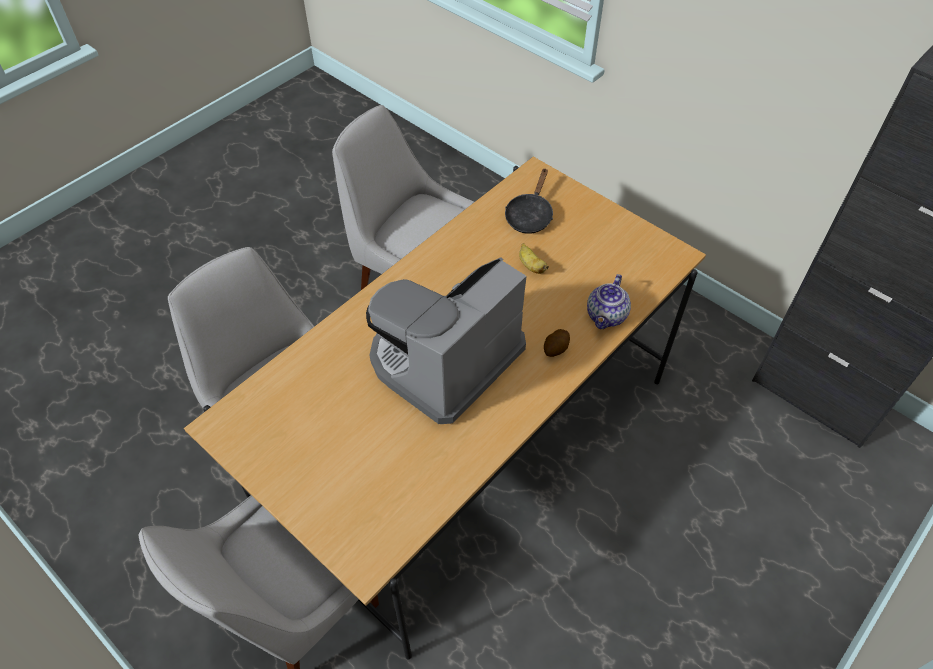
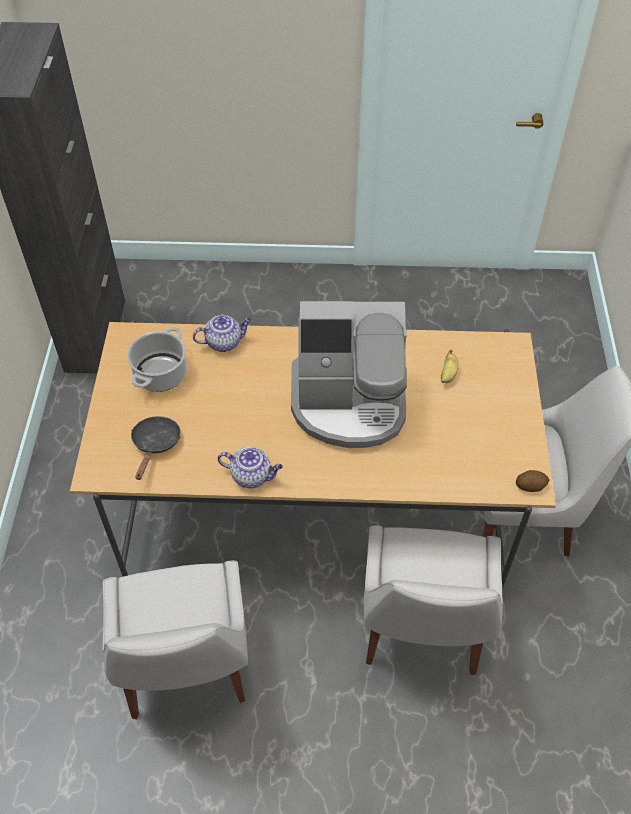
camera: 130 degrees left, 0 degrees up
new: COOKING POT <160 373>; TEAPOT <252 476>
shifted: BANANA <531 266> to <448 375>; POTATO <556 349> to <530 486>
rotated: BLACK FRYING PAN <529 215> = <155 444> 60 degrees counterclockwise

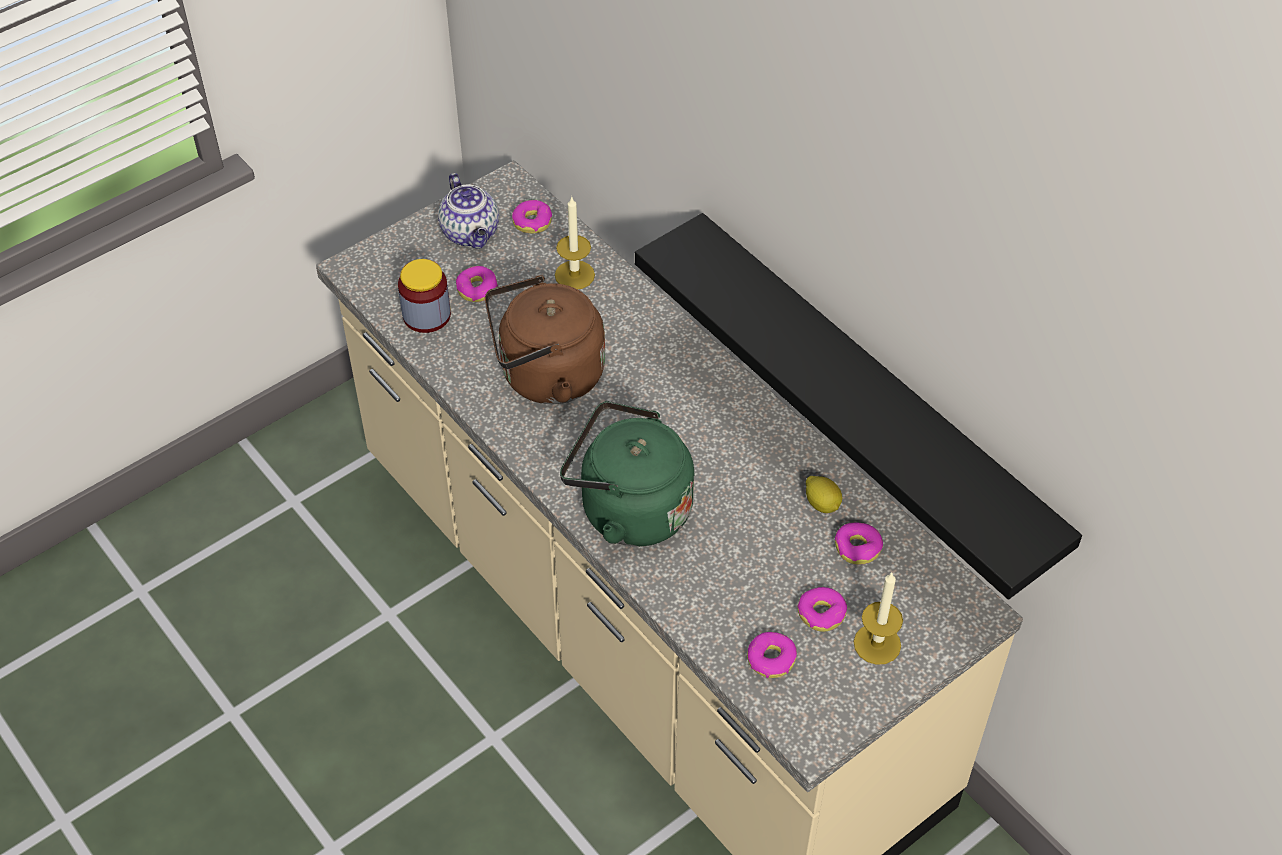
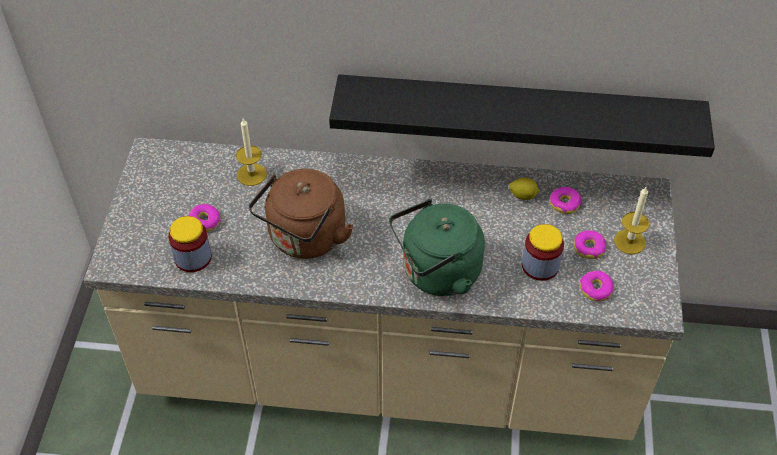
camera: 45 degrees left, 0 degrees up
gone: TEAPOT <471 233>; DONUT <532 222>
new: JAR <540 266>

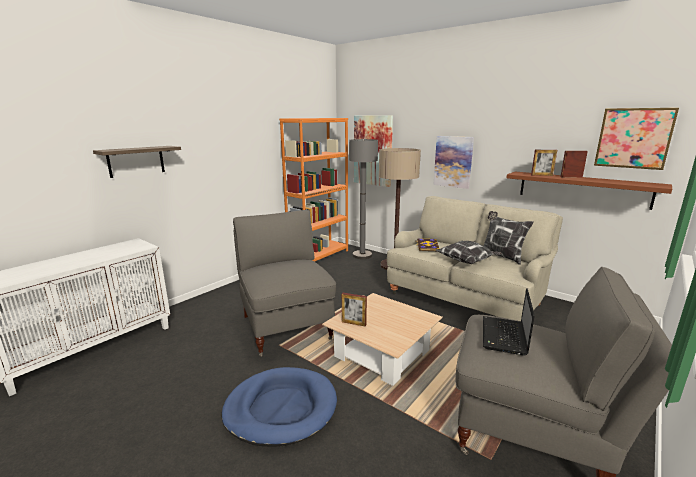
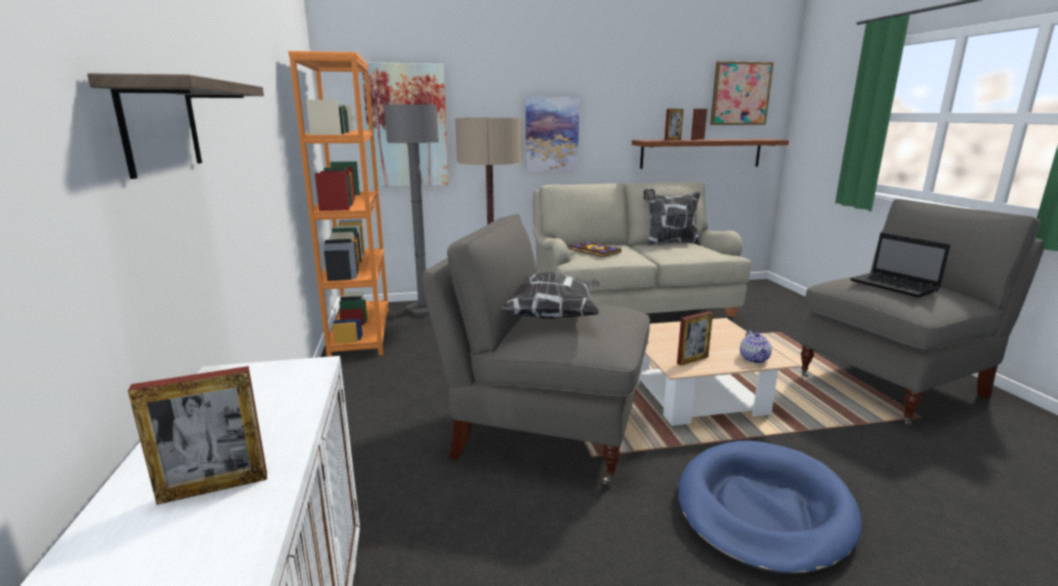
camera: 50 degrees left, 0 degrees up
new: PICTURE FRAME <214 487>; TEAPOT <754 359>
shifted: PILLOW <467 262> to <552 316>

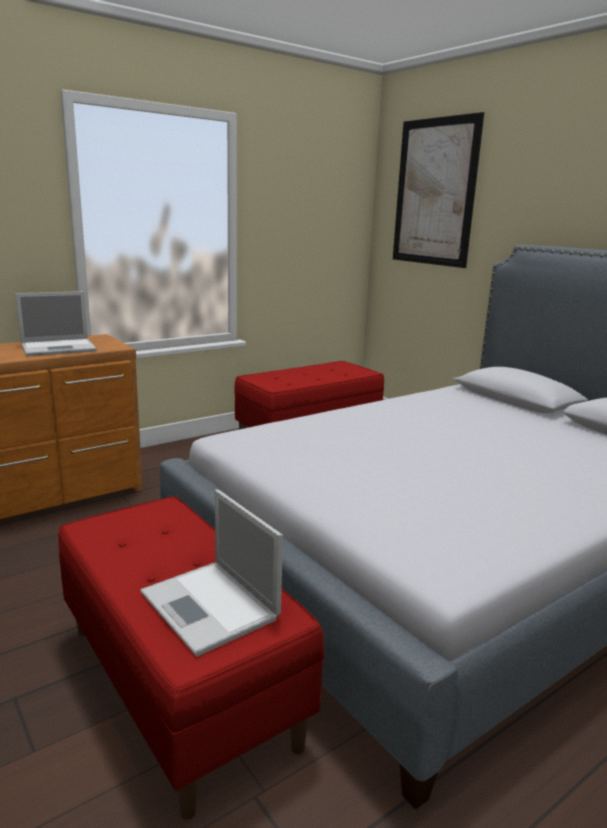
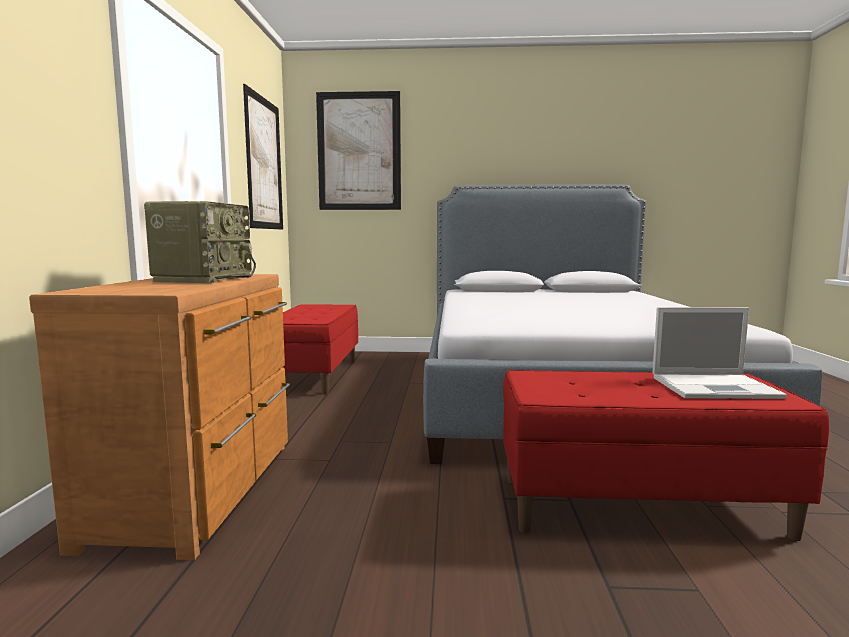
camera: 50 degrees left, 10 degrees down
new: PICTURE <264 164>
swapped: LAPTOP <60 348> to RADIO <204 279>

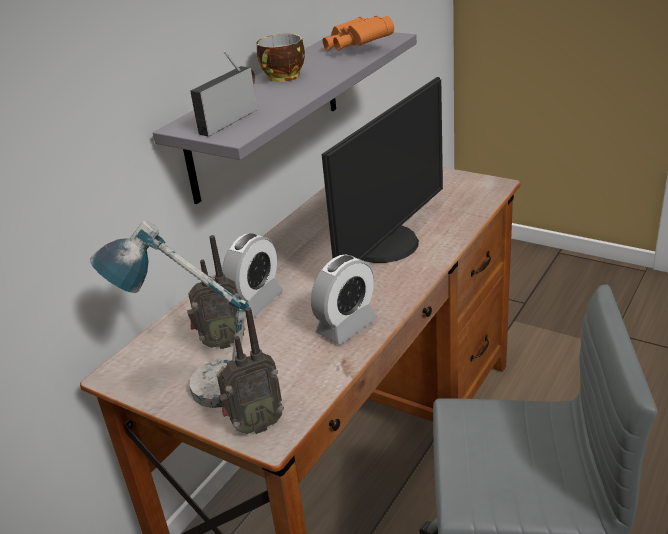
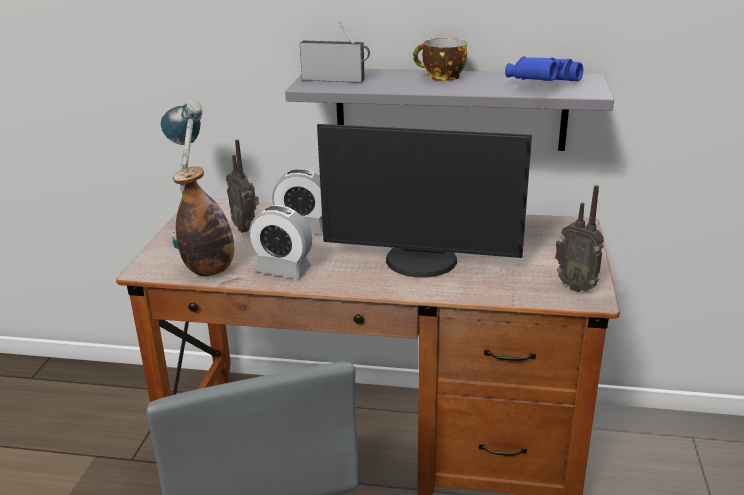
camera: 65 degrees right, 5 degrees down
new: BOTTLE <210 270>
shifted: RADIO <254 425> to <576 286>
repainted: ORANGE BINOCULARS <356 48> to BLUE BINOCULARS <541 86>

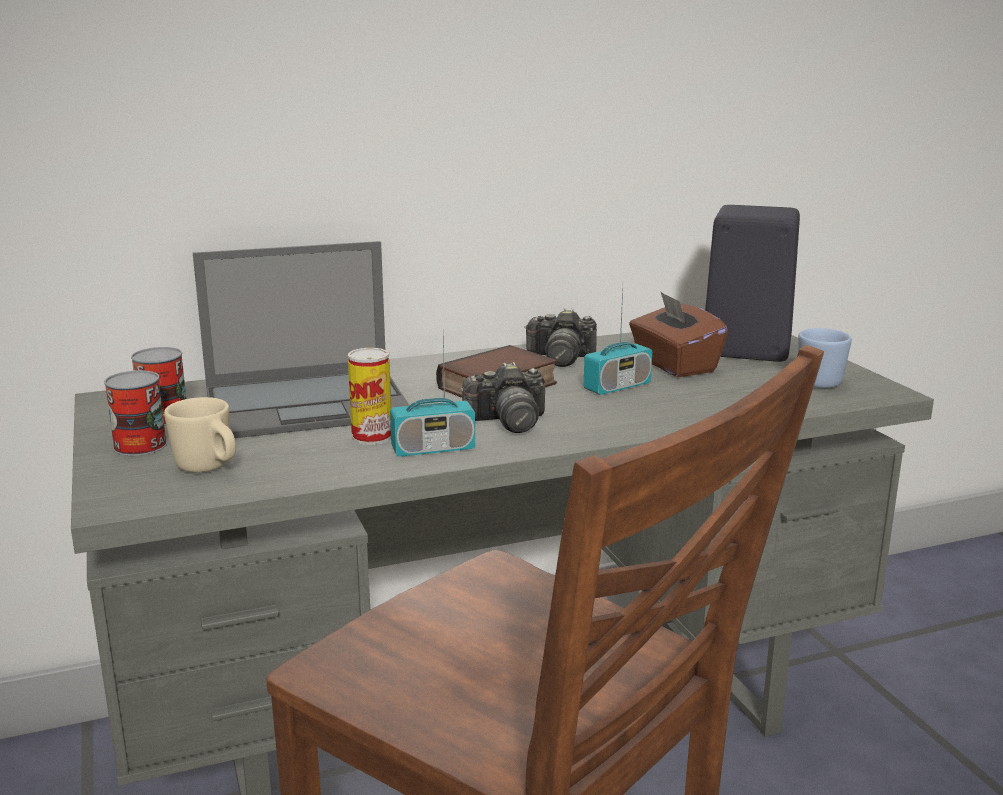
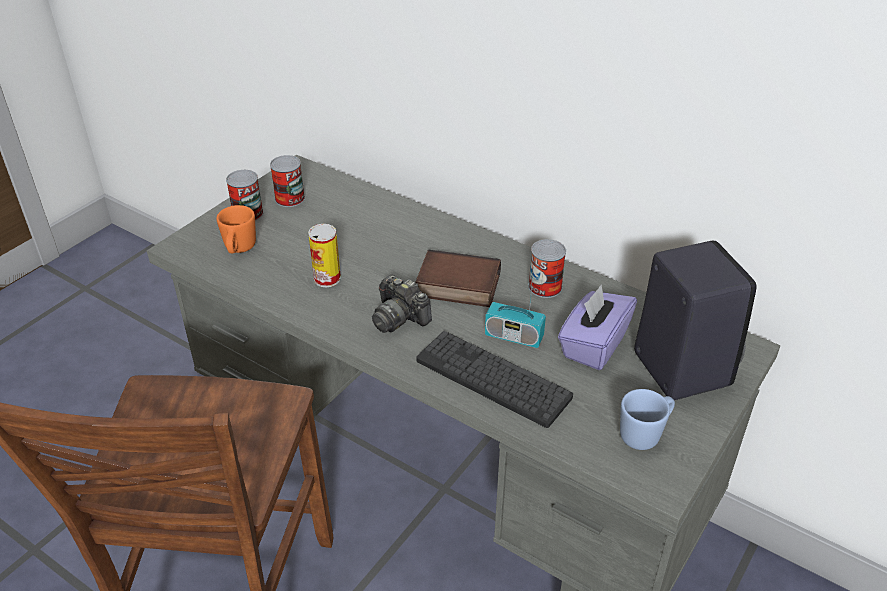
camera: 55 degrees right, 20 degrees up
gone: LAPTOP <309 404>; RADIO <433 449>
new: KEYBOARD <492 379>
swapped: PHOTO CAMERA <560 358> to CAN <545 287>
repainted: BEIGE MUG <209 468> to ORANGE MUG <239 249>; BROWN TISSUE BOX <674 365> to PURPLE TISSUE BOX <593 345>

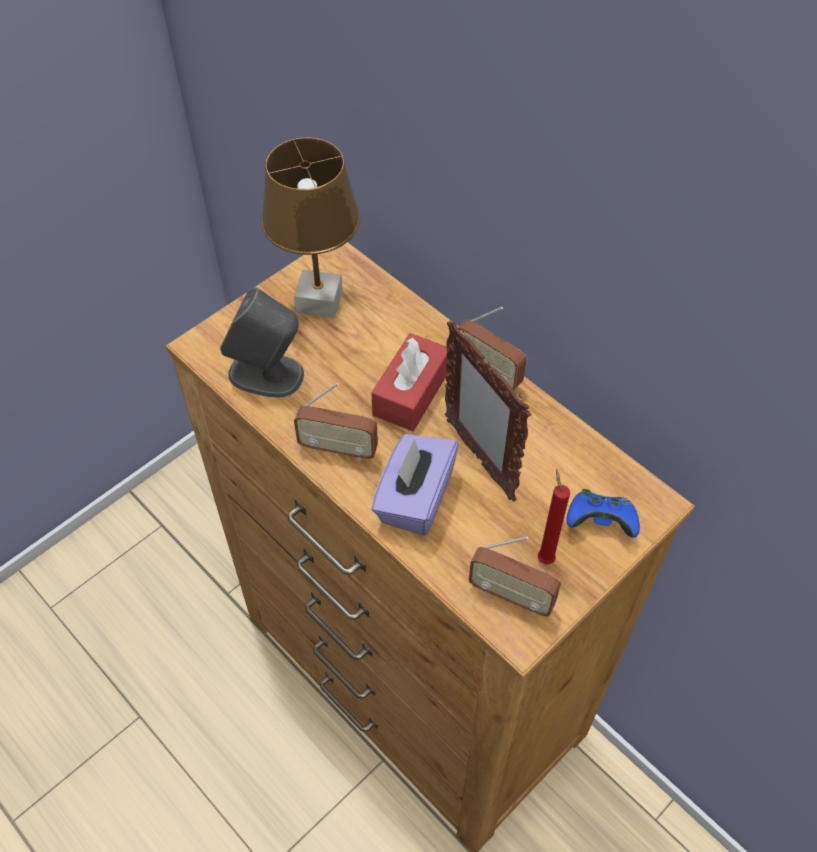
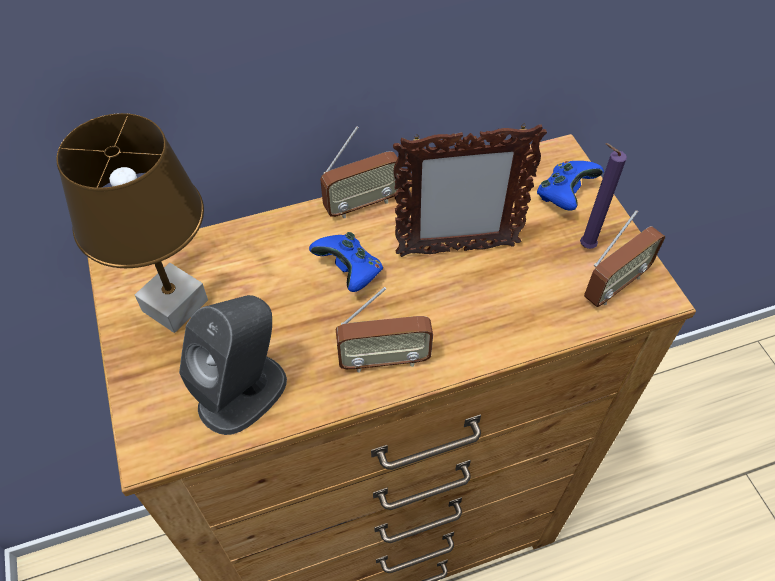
camera: 65 degrees left, 0 degrees up
gone: PURPLE TISSUE BOX <414 499>
swapped: RED TISSUE BOX <411 393> to BLUE GAME CONTROLLER <350 272>
repainted: RED CANDLE <544 557> to PURPLE CANDLE <584 246>
rotated: RADIO <338 449> = <384 360> 45 degrees clockwise

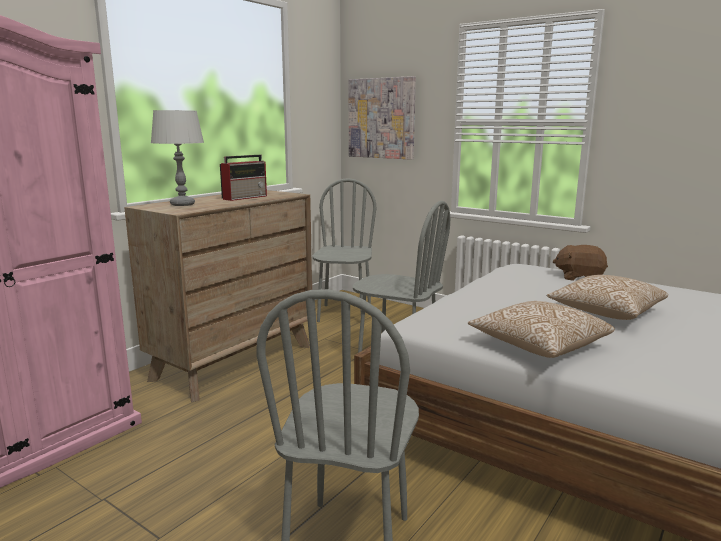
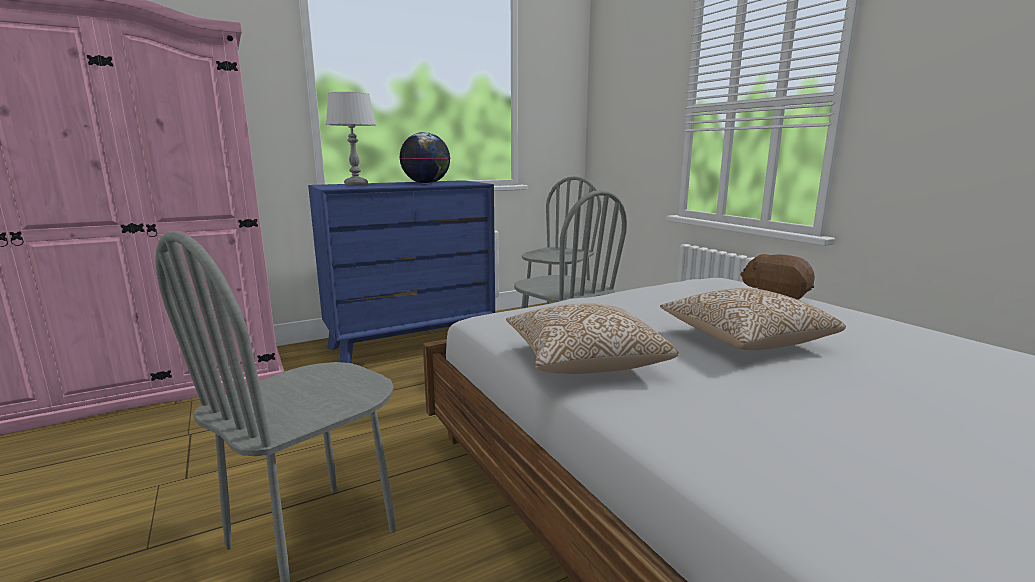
camera: 25 degrees right, 0 degrees up
gone: PICTURE <381 118>
swapped: RADIO <245 197> to GLOBE <426 183>
repainted: BROWN DRESSER <234 362> to BLUE DRESSER <411 345>

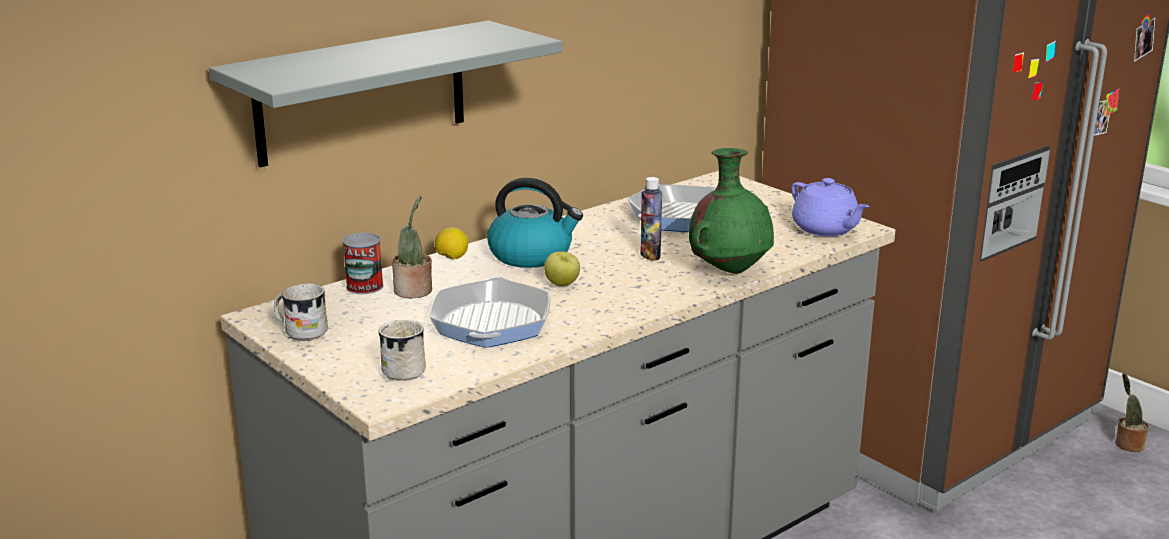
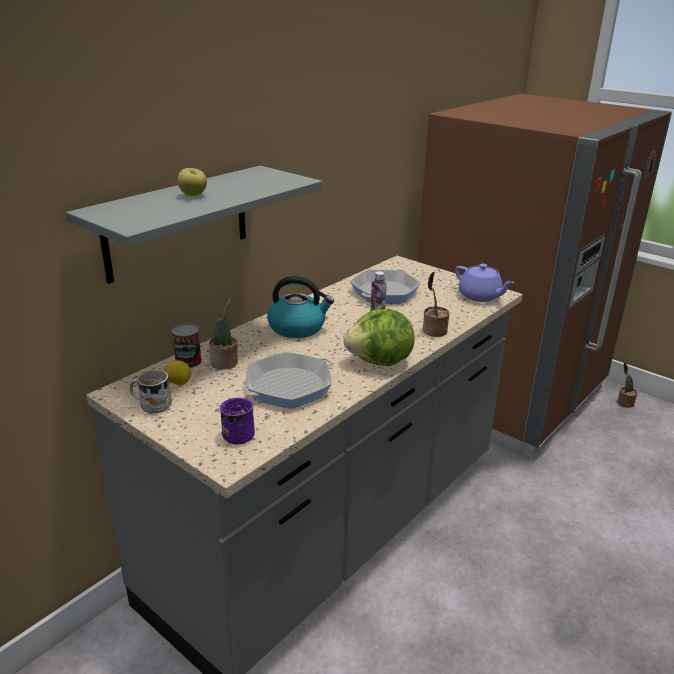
camera: 10 degrees left, 5 degrees up
new: LETTUCE <380 362>
shifted: LEMON <452 258> to <178 384>; APPLE <562 285> to <193 195>
swapped: GREEN VASE <730 270> to POTTED PLANT <433 331>
repainted: WHITE MUG <407 369> to PURPLE MUG <240 432>
rotated: FRYING PAN <491 323> = <288 386> 120 degrees counterclockwise

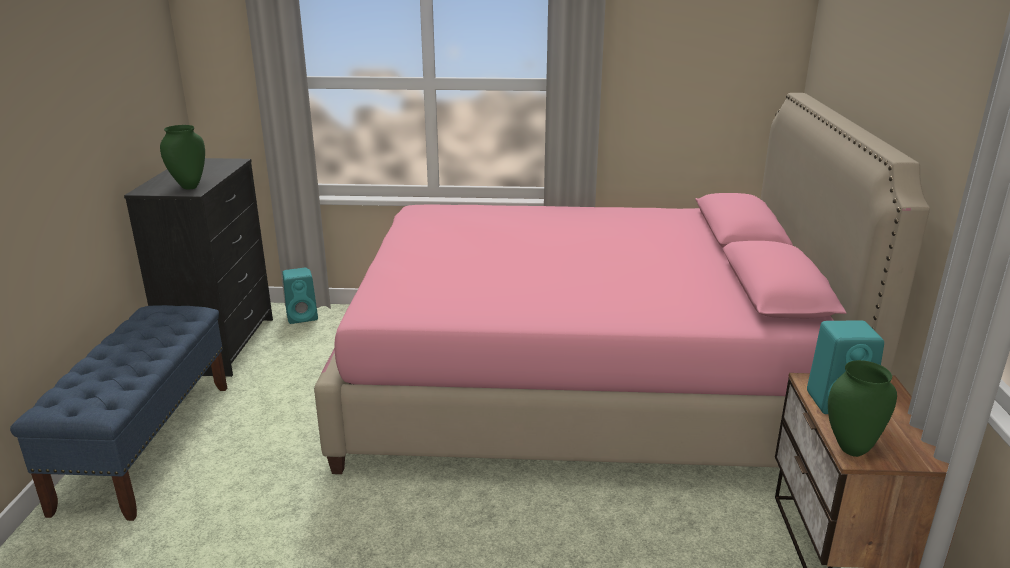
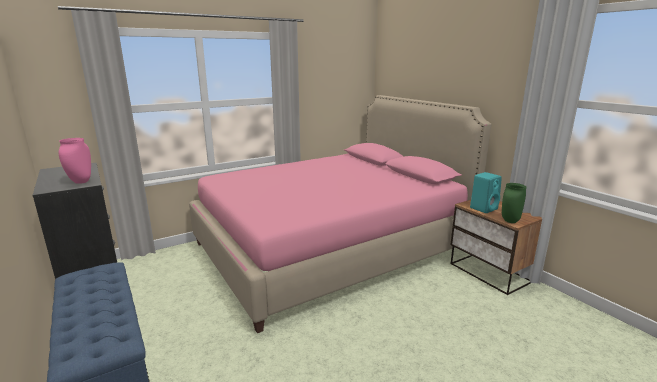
camera: 35 degrees left, 5 degrees down
gone: TURQUOISE SPEAKER <303 316>
repainted: GREEN VASE <189 187> to PINK VASE <80 182>

